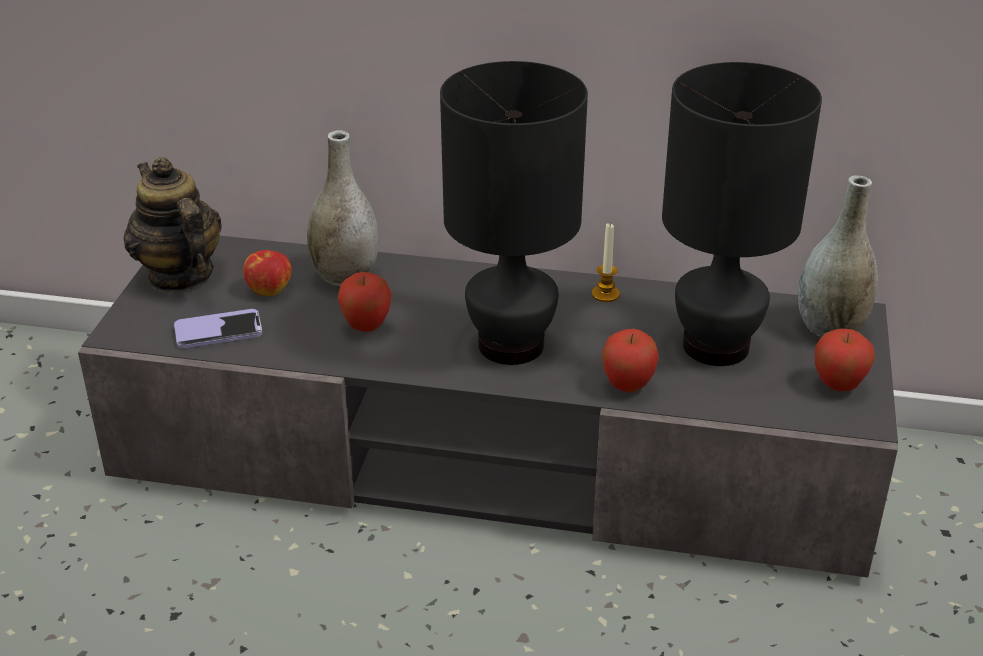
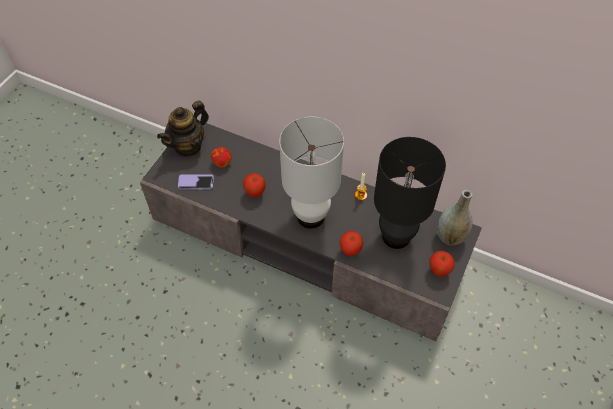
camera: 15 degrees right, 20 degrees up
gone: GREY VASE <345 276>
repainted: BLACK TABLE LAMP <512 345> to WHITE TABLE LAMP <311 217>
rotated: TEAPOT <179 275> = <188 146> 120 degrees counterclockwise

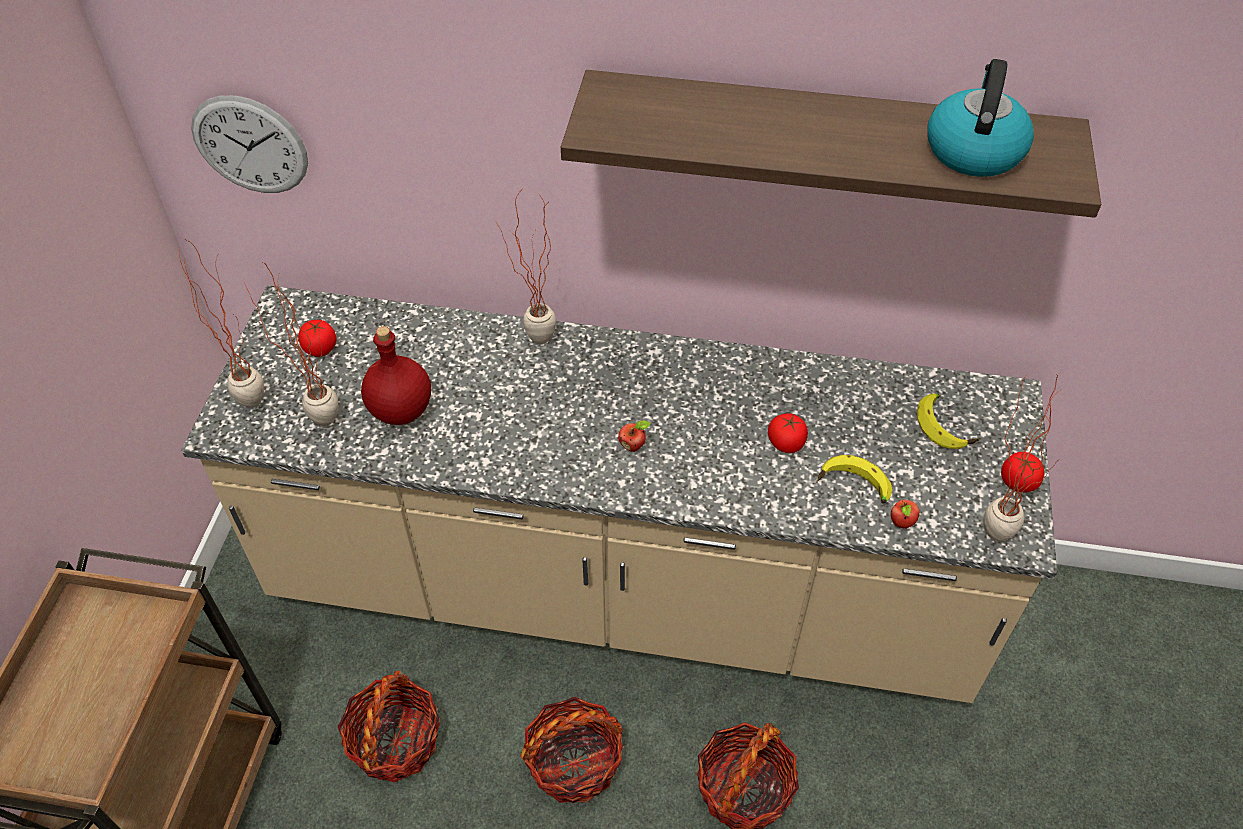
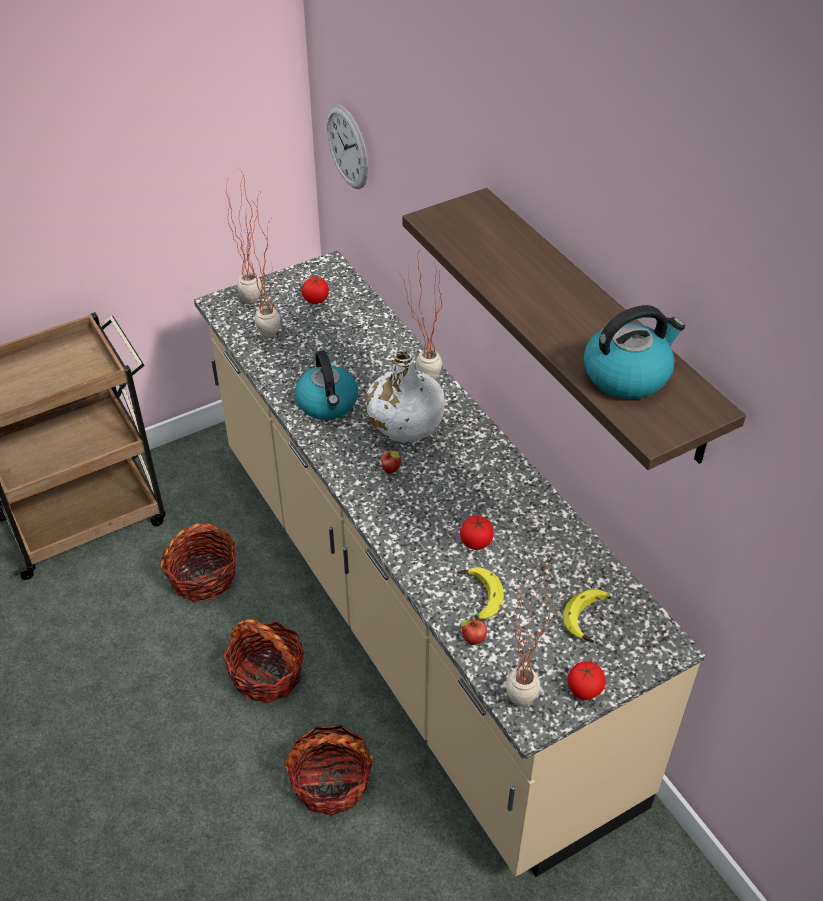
camera: 50 degrees right, 5 degrees down
gone: RED BOTTLE <402 411>
new: KETTLE <328 404>; WHITE BOTTLE <405 423>

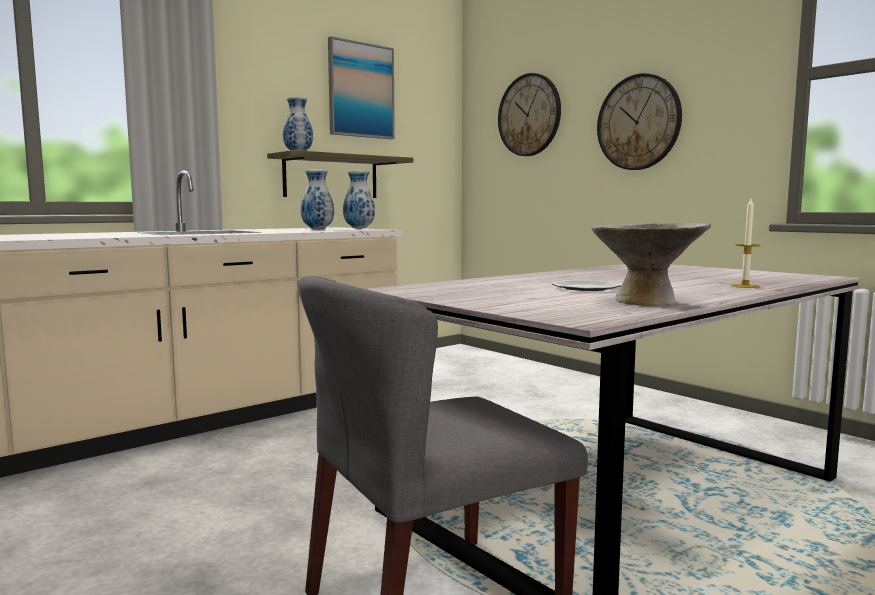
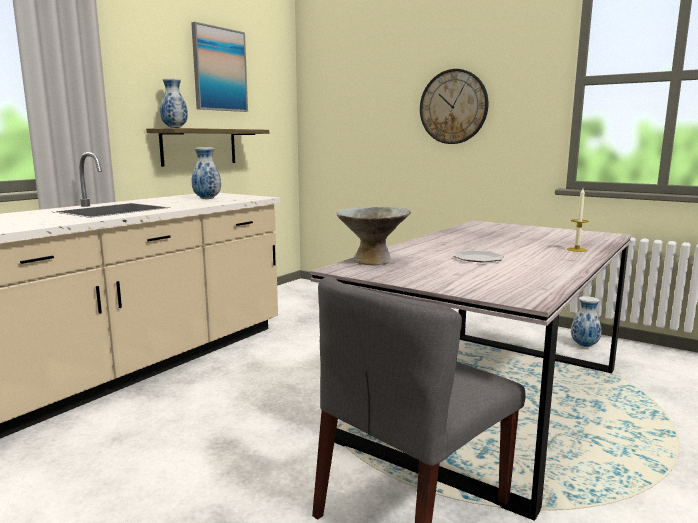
camera: 15 degrees left, 5 degrees up
gone: WALL CLOCK <529 115>
shifted: GREY BOWL <645 301> to <372 260>; VASE <360 228> to <584 345>

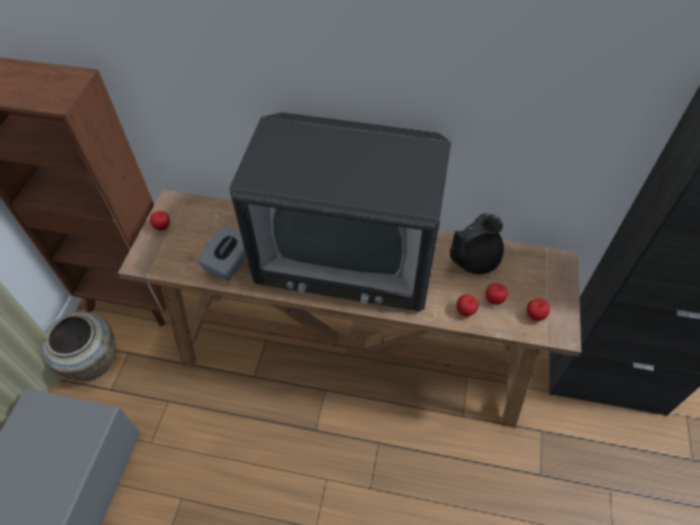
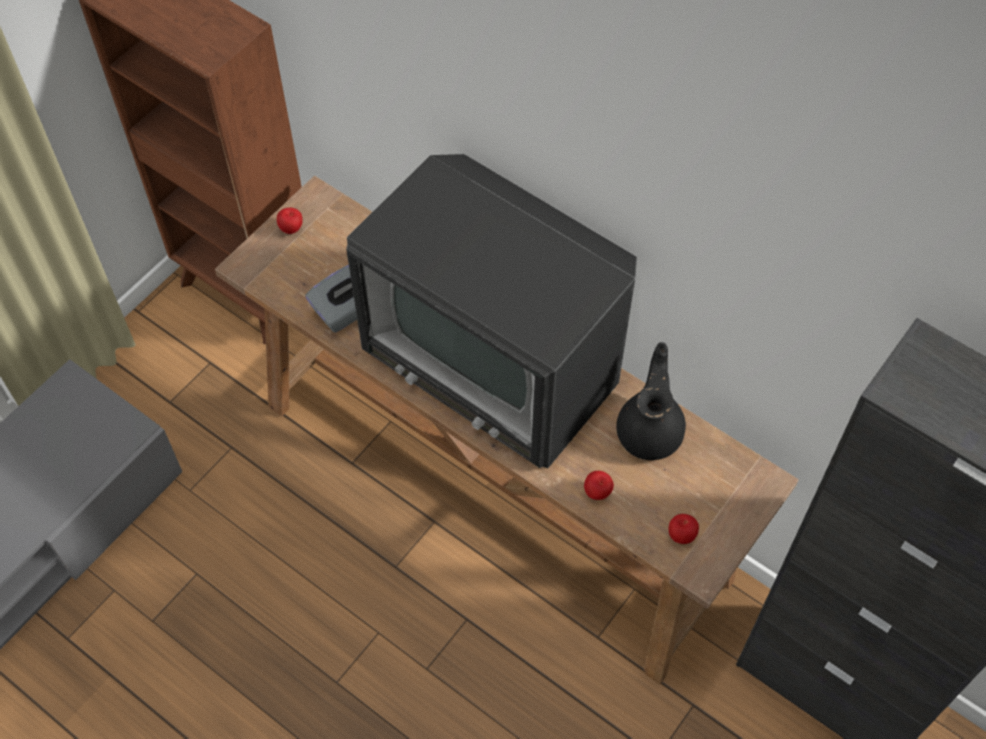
camera: 25 degrees right, 5 degrees up
gone: BEIGE VASE <93 364>; APPLE <494 300>
rotated: BLACK TEAPOT <473 259> = <650 430> 105 degrees clockwise

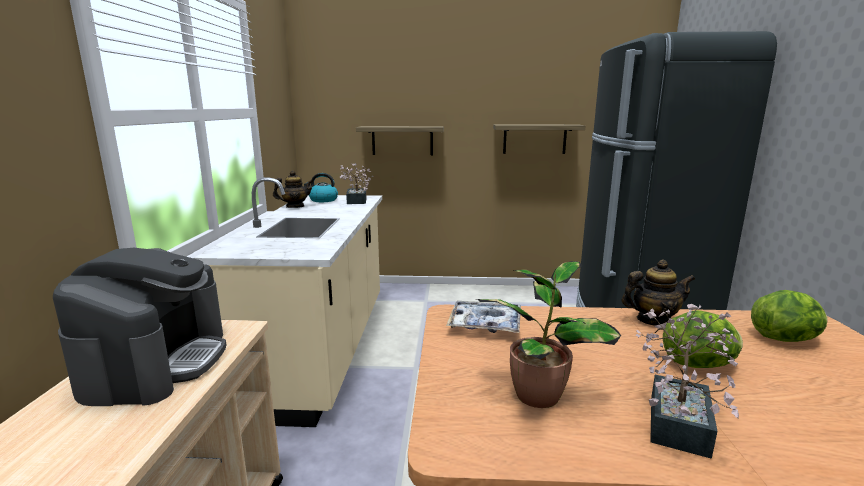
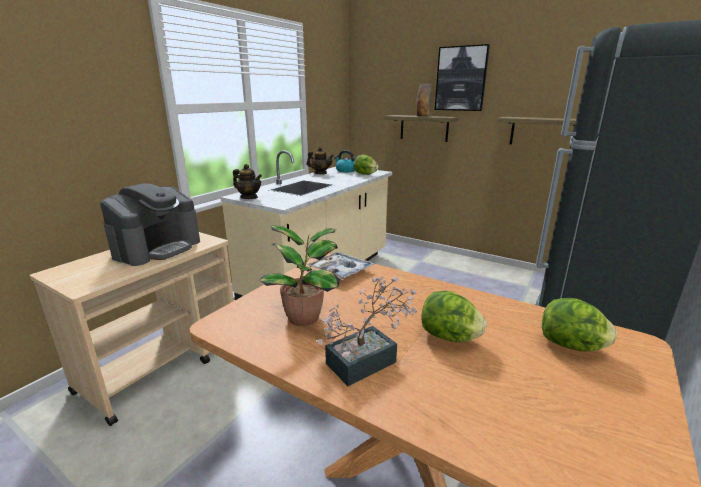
camera: 30 degrees right, 5 degrees up
new: VASE <422 116>; PICTURE <461 79>
shifted: TEAPOT <653 320> to <249 197>
swapped: POTTED PLANT <356 202> to LETTUCE <365 174>

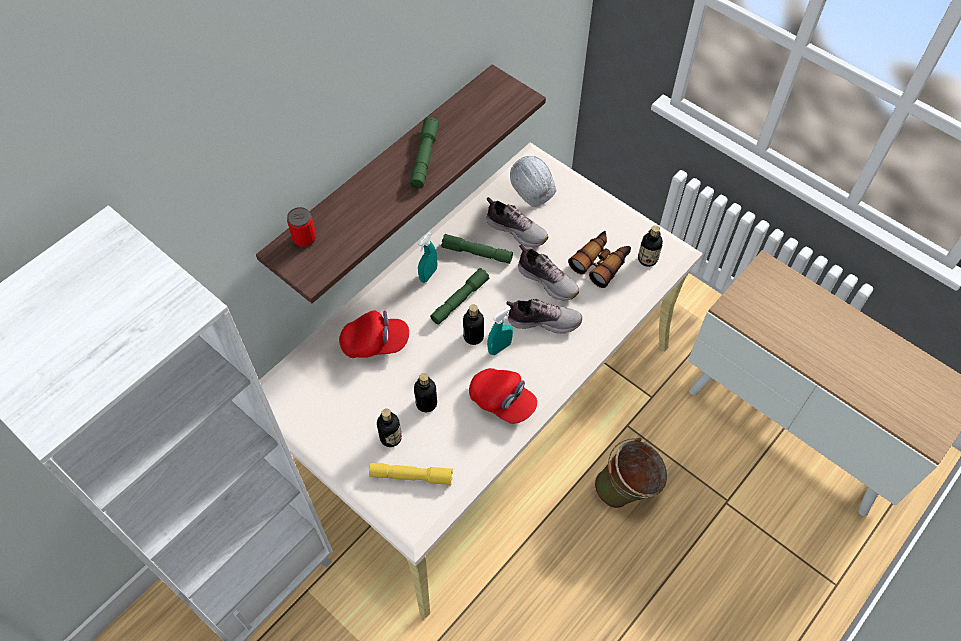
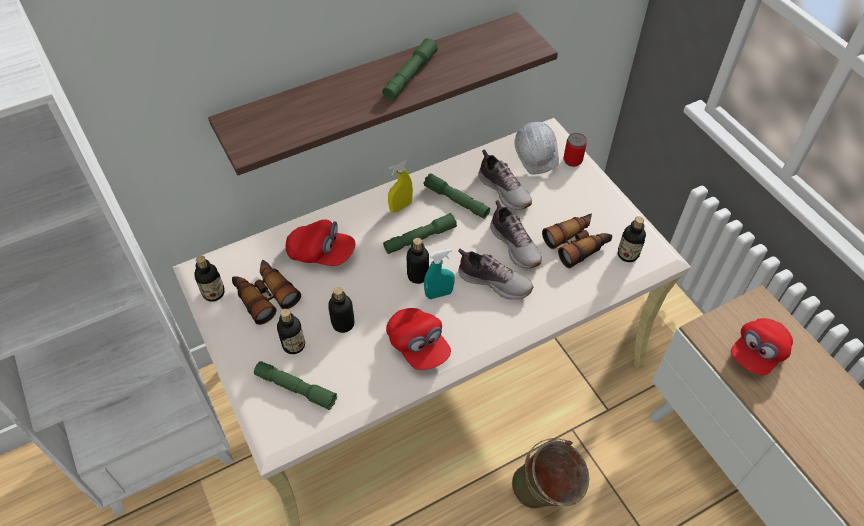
camera: 20 degrees right, 5 degrees down
new: BOTTLE <213 293>; BINOCULARS <265 295>; RED CAP <757 353>
shifted: CAN <304 238> to <572 160>
repainted: YELLOW FLASHLIGHT <411 476> to GREEN FLASHLIGHT <295 388>; TURQUOISE SPRAY BOTTLE <428 274> to YELLOW SPRAY BOTTLE <400 207>

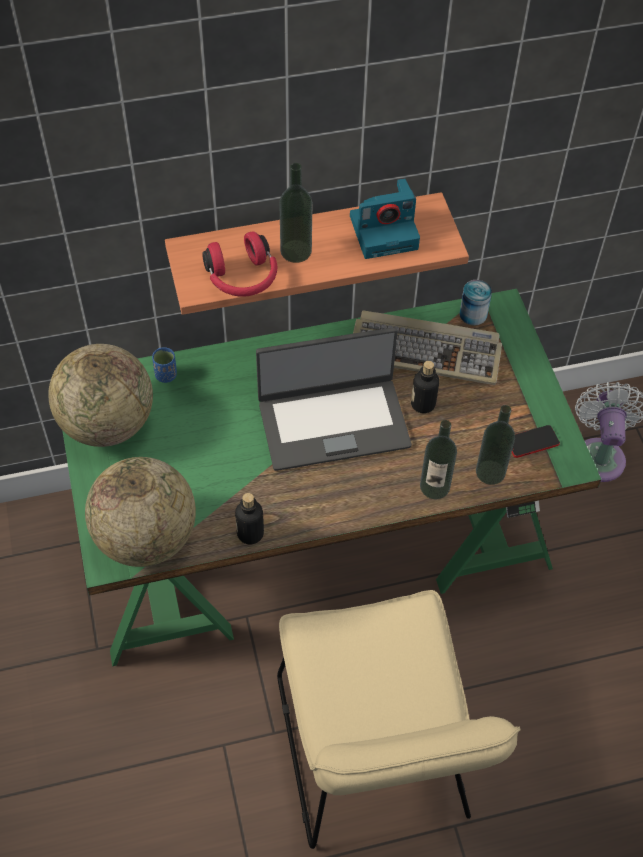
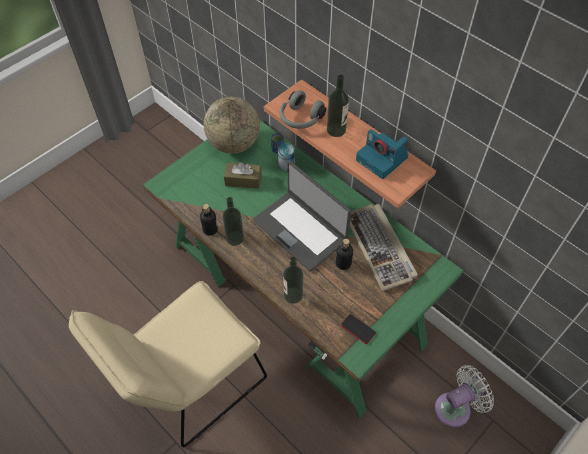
camera: 60 degrees right, 0 degrees up
gone: GLOBE <146 538>
new: BROWN TISSUE BOX <243 180>
shifted: BOTTLE <490 472> to <235 238>; CAN <473 314> to <286 164>
repainted: RED HEADPHONES <242 278> to GREY HEADPHONES <300 119>

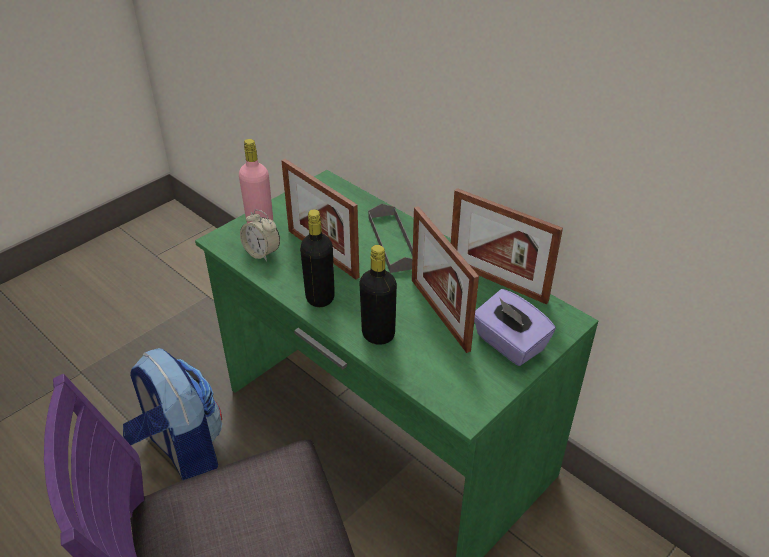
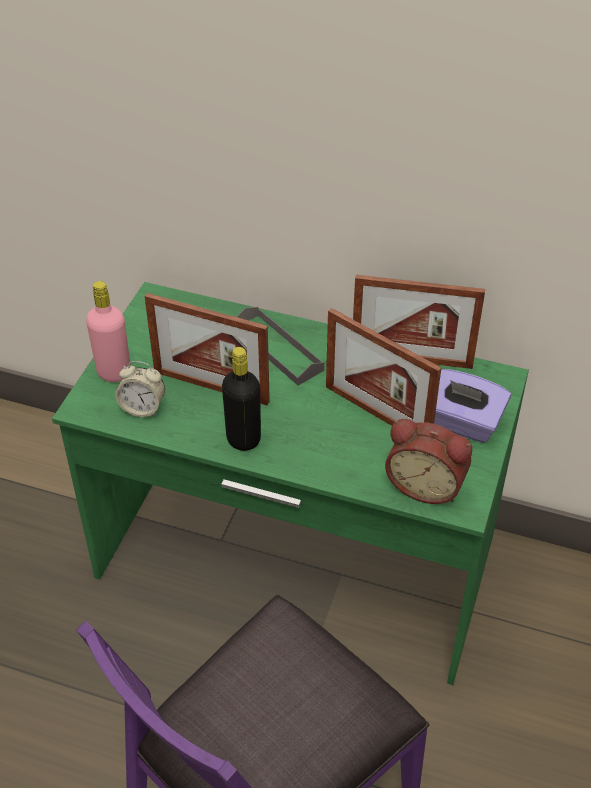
camera: 25 degrees left, 5 degrees up
gone: BACKPACK <182 451>; BLACK BOTTLE <378 335>
new: ALARM CLOCK <426 484>

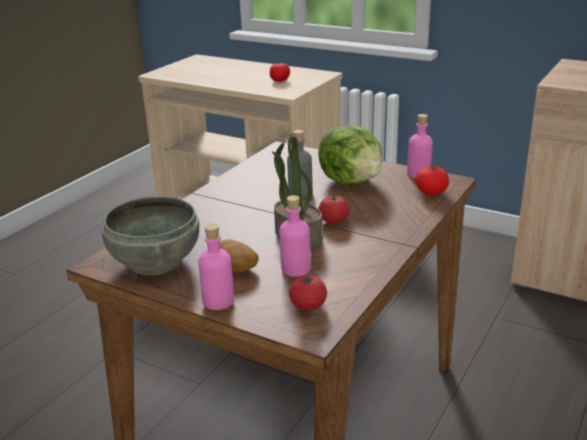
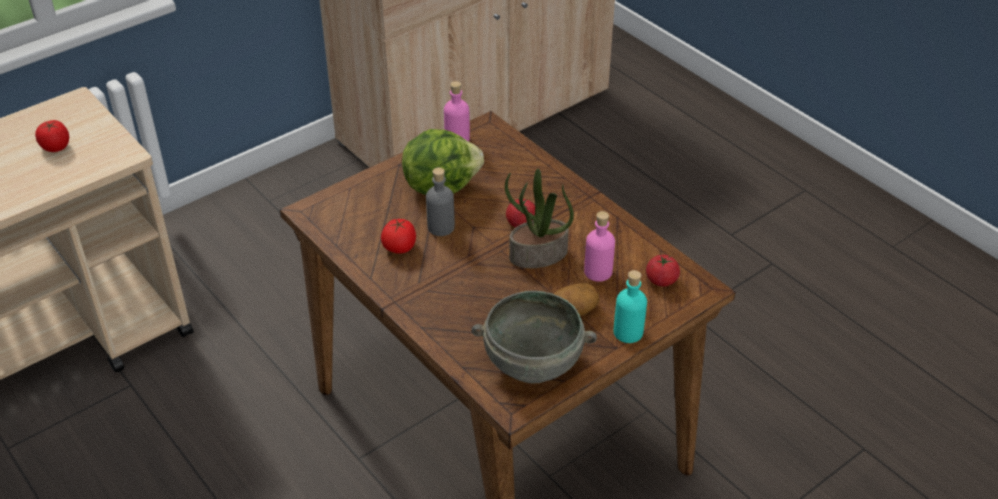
camera: 70 degrees left, 15 degrees up
shifted: TOMATO <431 192> to <399 247>
repainted: PINK BOTTLE <218 301> to TURQUOISE BOTTLE <628 332>

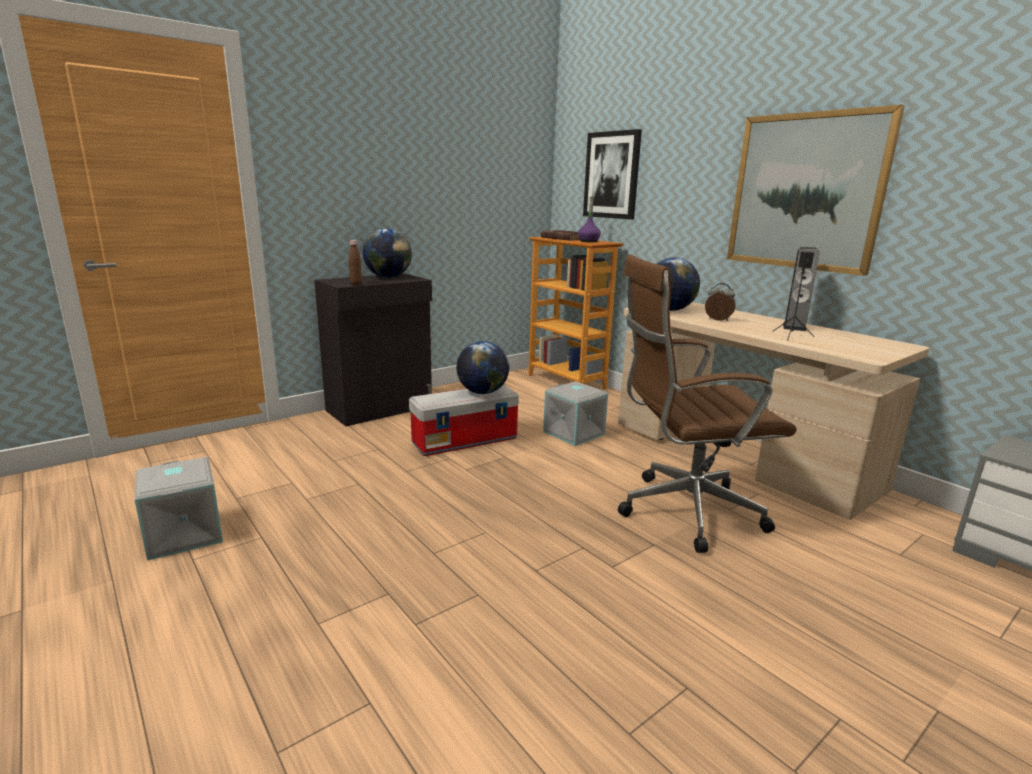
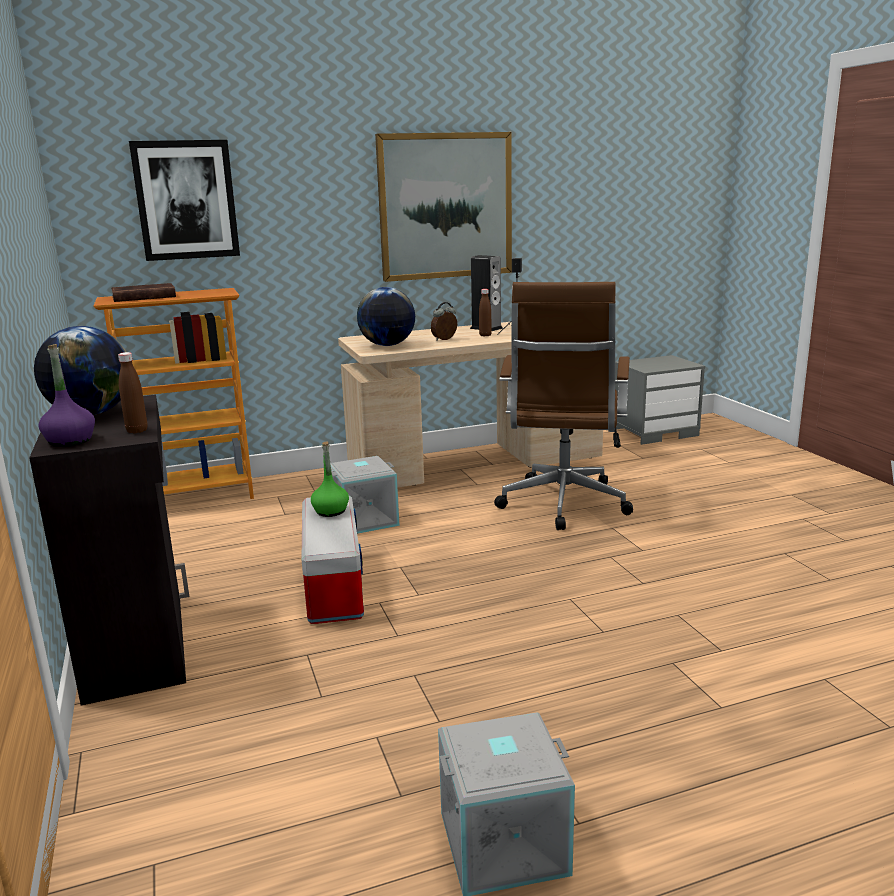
camera: 70 degrees left, 0 degrees up
new: BROWN BOTTLE <485 335>
shifted: PURPLE BOTTLE <588 241> to <70 441>
swapped: GLOBE <482 392> to GREEN BOTTLE <331 511>

